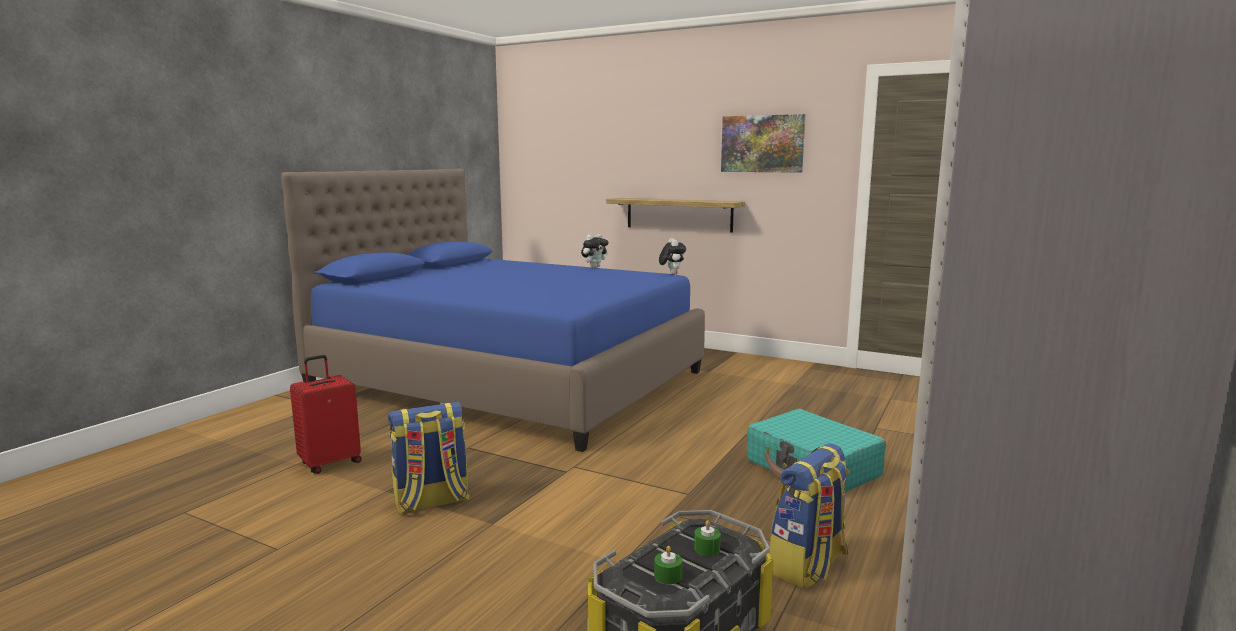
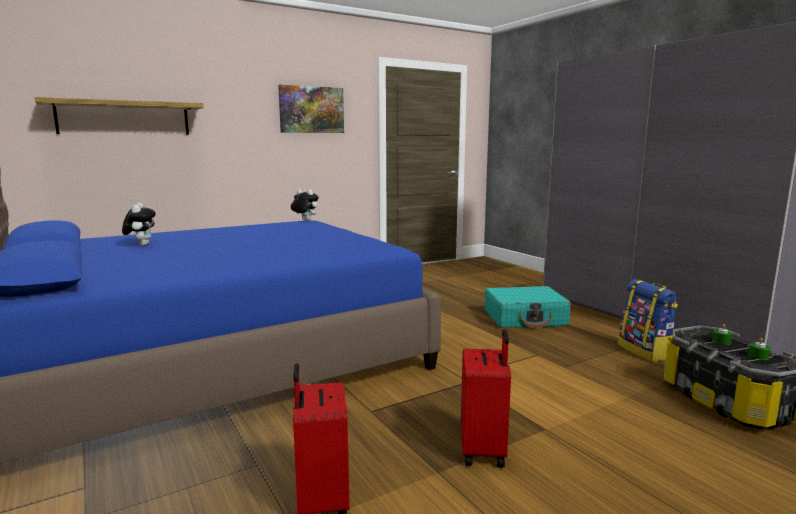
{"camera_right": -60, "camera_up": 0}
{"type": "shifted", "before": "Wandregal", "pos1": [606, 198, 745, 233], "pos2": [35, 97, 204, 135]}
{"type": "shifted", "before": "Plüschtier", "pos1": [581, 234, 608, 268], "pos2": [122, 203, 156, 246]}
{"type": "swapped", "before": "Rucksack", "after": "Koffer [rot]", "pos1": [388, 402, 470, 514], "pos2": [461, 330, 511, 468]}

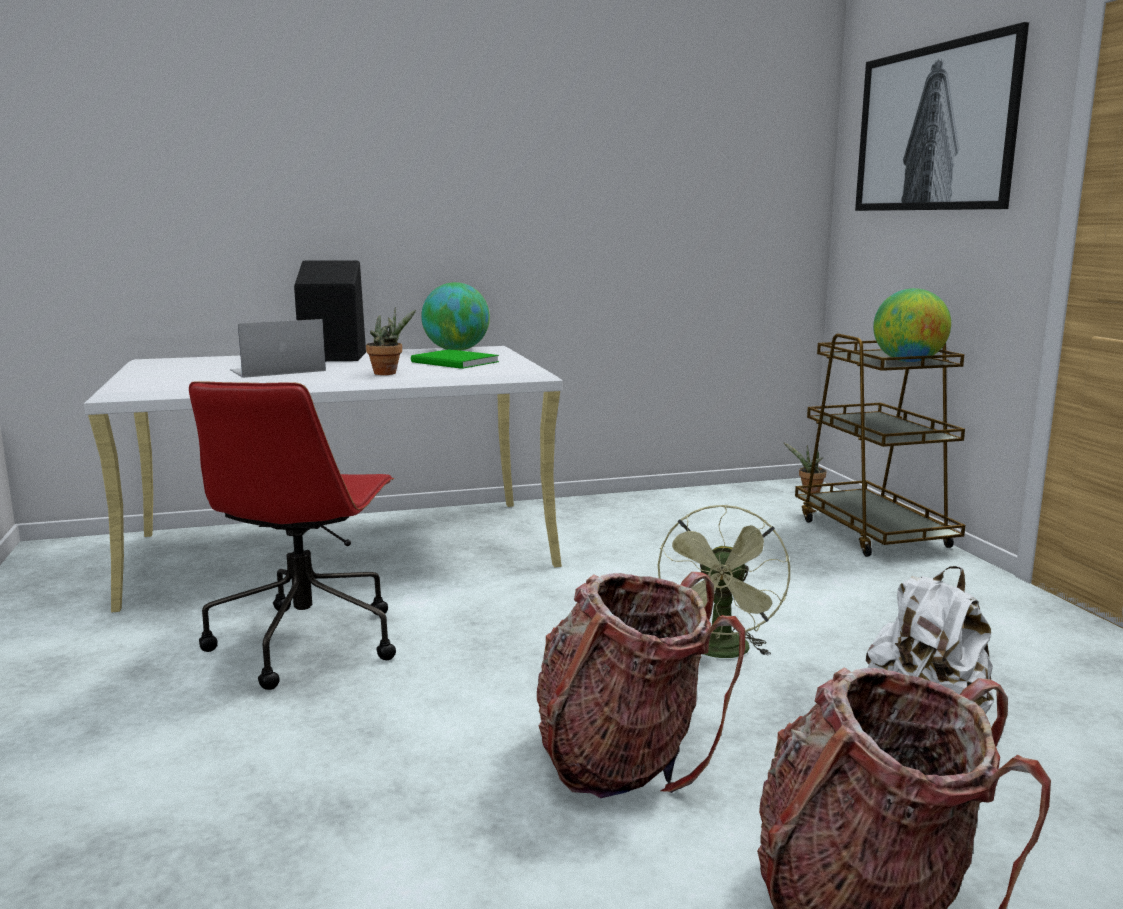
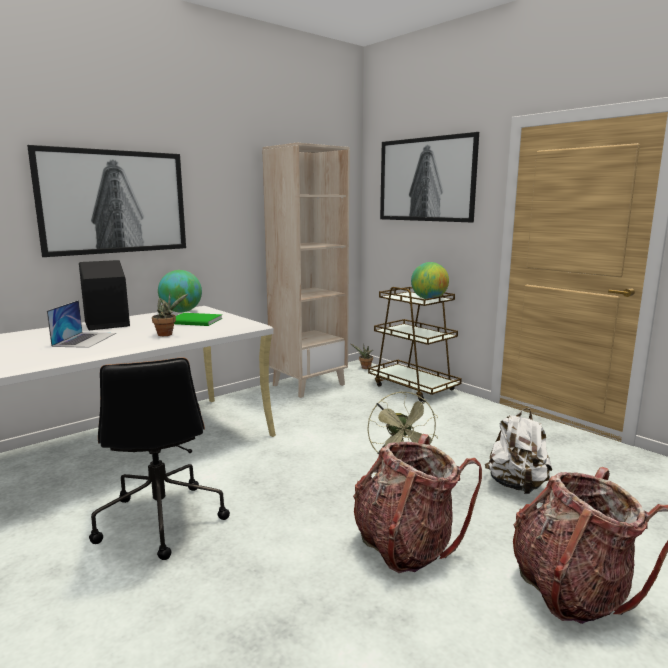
{"camera_right": -25, "camera_up": 0}
{"type": "rotated", "before": "Laptop", "pos1": [230, 319, 326, 378], "pos2": [47, 300, 116, 348], "turn": 150}
{"type": "repainted", "before": "Bürostuhl [rot]", "after": "Bürostuhl [schwarz]", "pos1": [189, 381, 396, 690], "pos2": [89, 357, 230, 560]}
{"type": "new", "after": "Bücherregal [beige]", "pos2": [262, 143, 350, 398]}
{"type": "new", "after": "Bild", "pos2": [27, 145, 186, 257]}

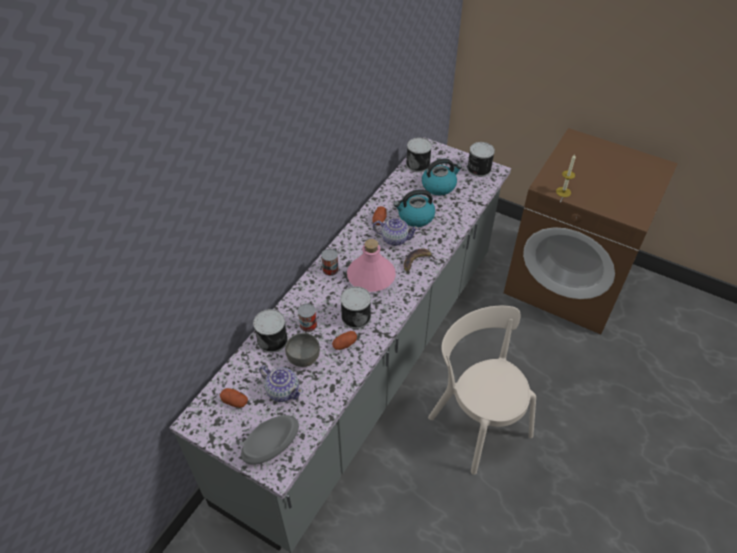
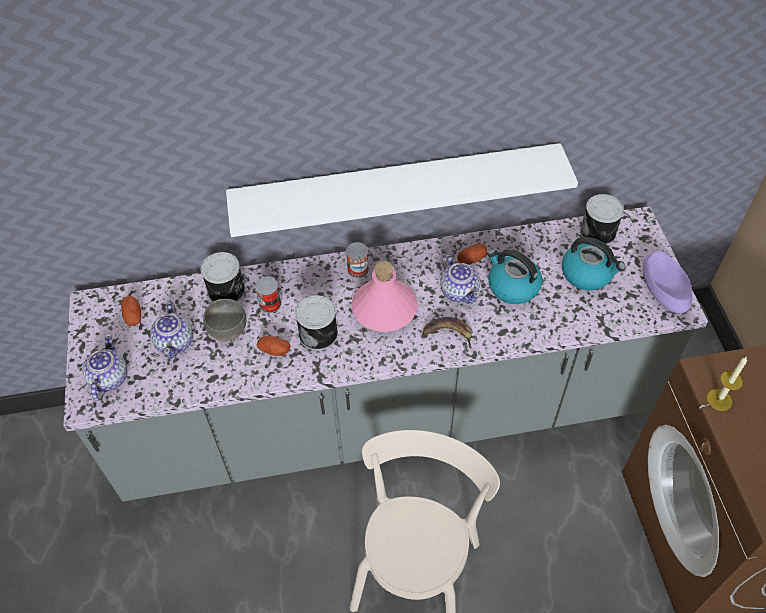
{"camera_right": 50, "camera_up": 5}
{"type": "swapped", "before": "Dose", "after": "Schüssel [lila]", "pos1": [467, 142, 495, 177], "pos2": [643, 251, 692, 314]}
{"type": "swapped", "before": "Schüssel [grau]", "after": "Teekanne", "pos1": [241, 415, 299, 465], "pos2": [82, 333, 127, 401]}
{"type": "new", "after": "Wandregal [weiß]", "pos2": [226, 143, 578, 237]}

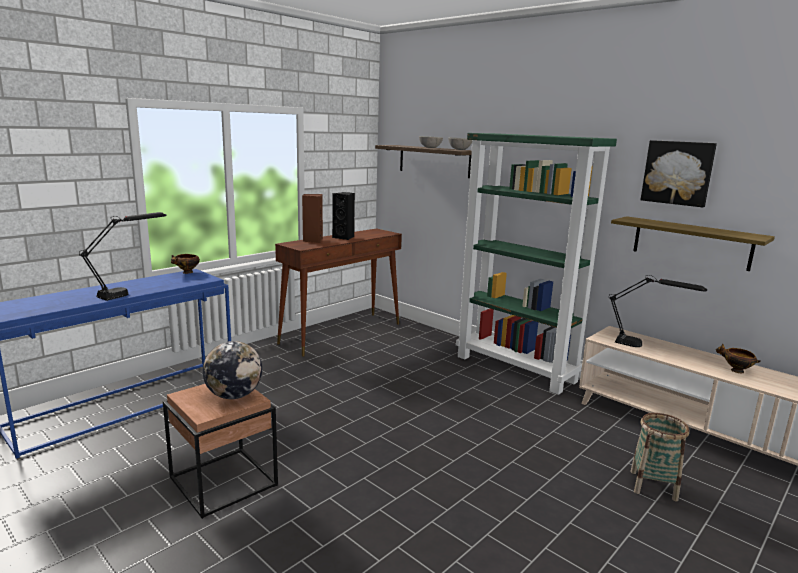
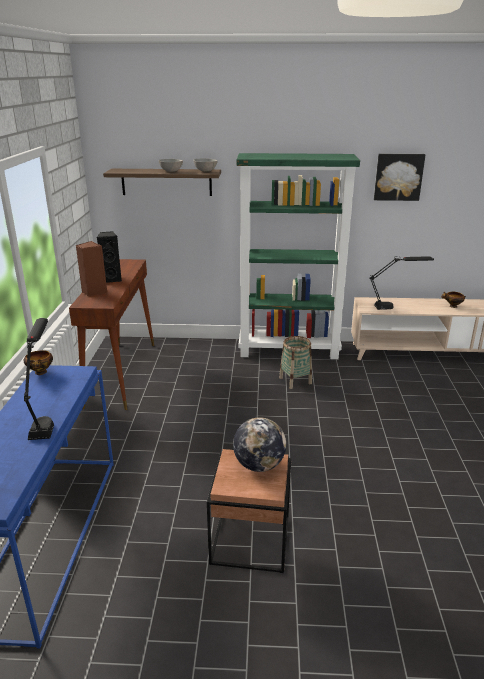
{"camera_right": -40, "camera_up": 10}
{"type": "gone", "before": "Wandregal", "pos1": [611, 216, 775, 271]}
{"type": "shifted", "before": "Korb", "pos1": [630, 413, 689, 501], "pos2": [279, 336, 312, 389]}

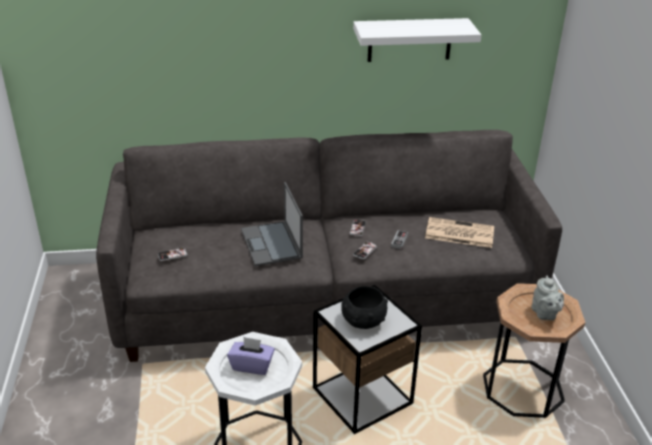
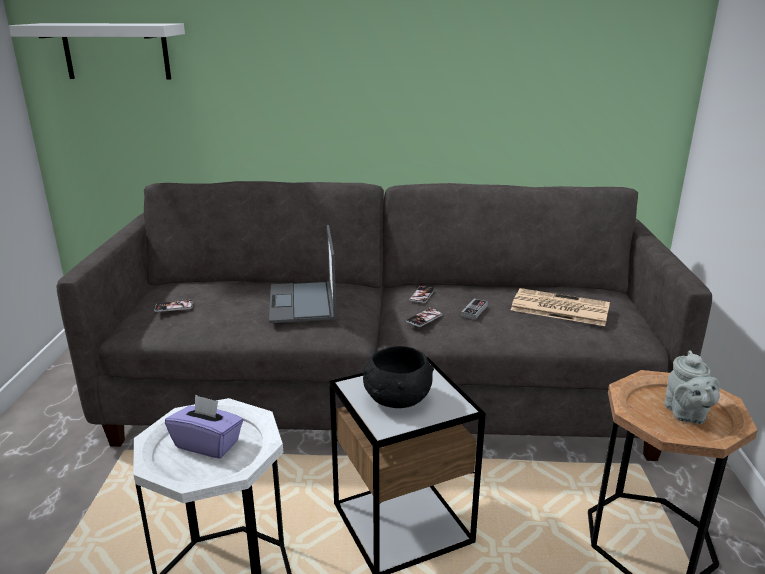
{"camera_right": 10, "camera_up": -10}
{"type": "shifted", "before": "Wandregal [weiß]", "pos1": [353, 18, 481, 62], "pos2": [9, 23, 185, 79]}

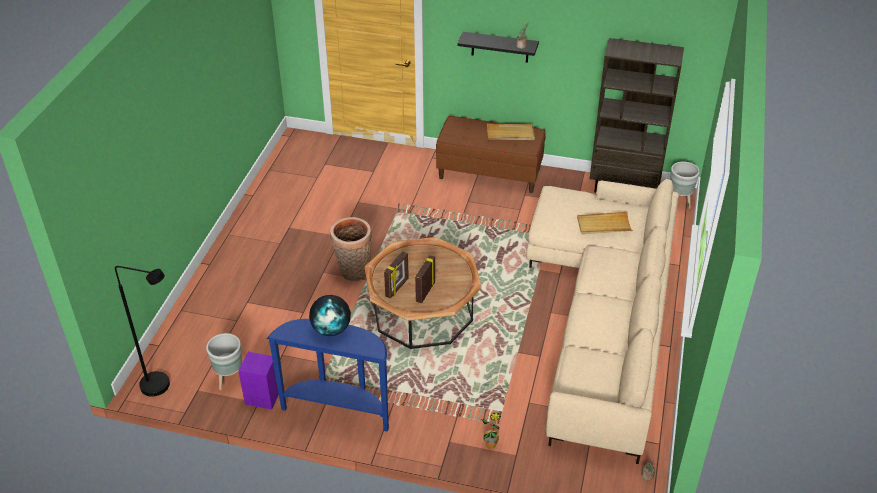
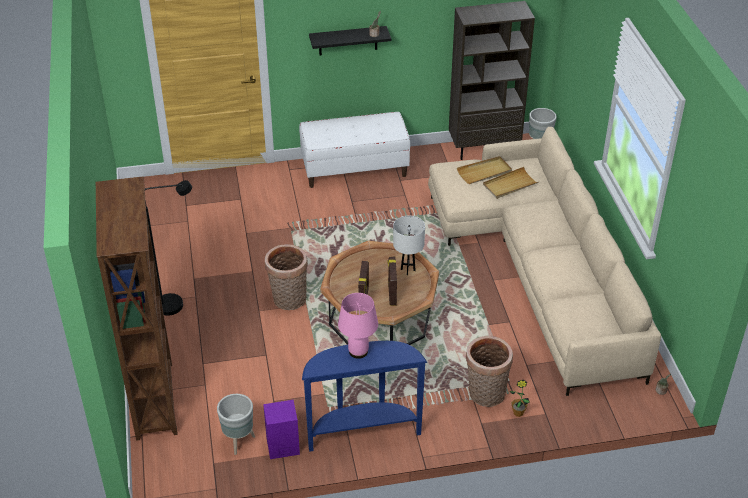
{"camera_right": -25, "camera_up": 0}
{"type": "repainted", "before": "Bank [braun]", "after": "Bank [weiß]", "pos1": [436, 116, 546, 193], "pos2": [299, 112, 410, 188]}
{"type": "shifted", "before": "Tablett [beige]", "pos1": [487, 123, 535, 140], "pos2": [457, 156, 512, 184]}
{"type": "shifted", "before": "Stehlampe [schwarz]", "pos1": [115, 266, 170, 397], "pos2": [145, 180, 192, 316]}
{"type": "swapped", "before": "Globus", "after": "Tischlampe [rosa]", "pos1": [309, 295, 351, 336], "pos2": [338, 293, 378, 359]}
{"type": "new", "after": "Bücherregal [braun]", "pos2": [96, 176, 178, 441]}
{"type": "new", "after": "Tischlampe [weiß]", "pos2": [393, 216, 425, 275]}
{"type": "new", "after": "Korb", "pos2": [466, 336, 513, 407]}

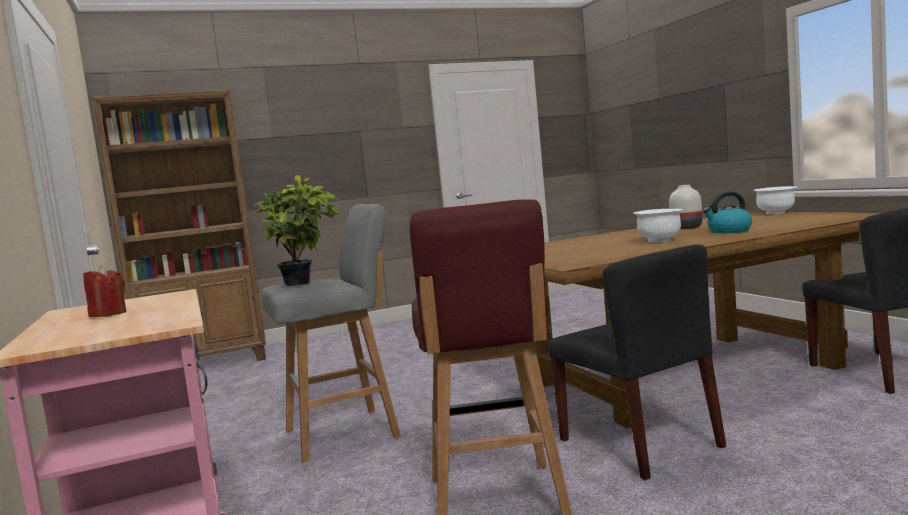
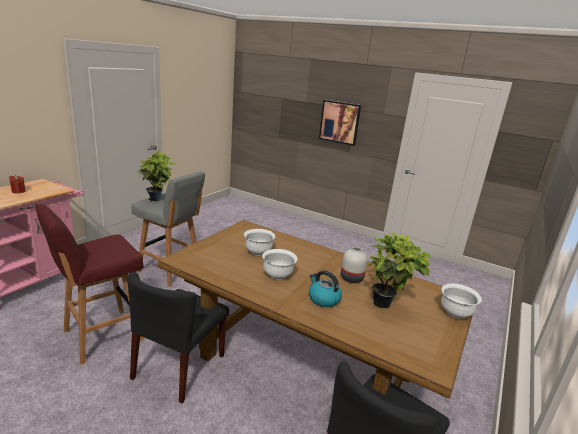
{"camera_right": 50, "camera_up": 15}
{"type": "gone", "before": "Bücherregal [braun]", "pos1": [91, 90, 266, 361]}
{"type": "new", "after": "Bild", "pos2": [319, 100, 361, 146]}
{"type": "new", "after": "Schüssel [weiß]", "pos2": [244, 229, 275, 256]}
{"type": "new", "after": "Topfpflanze", "pos2": [369, 232, 432, 308]}

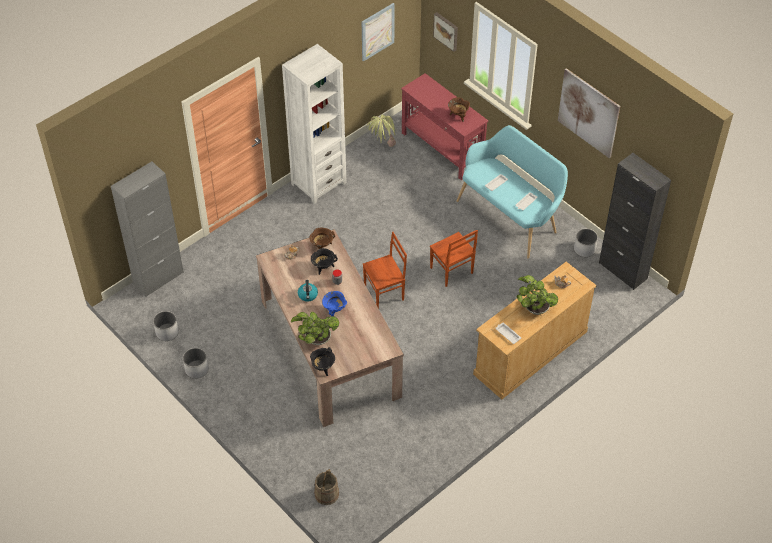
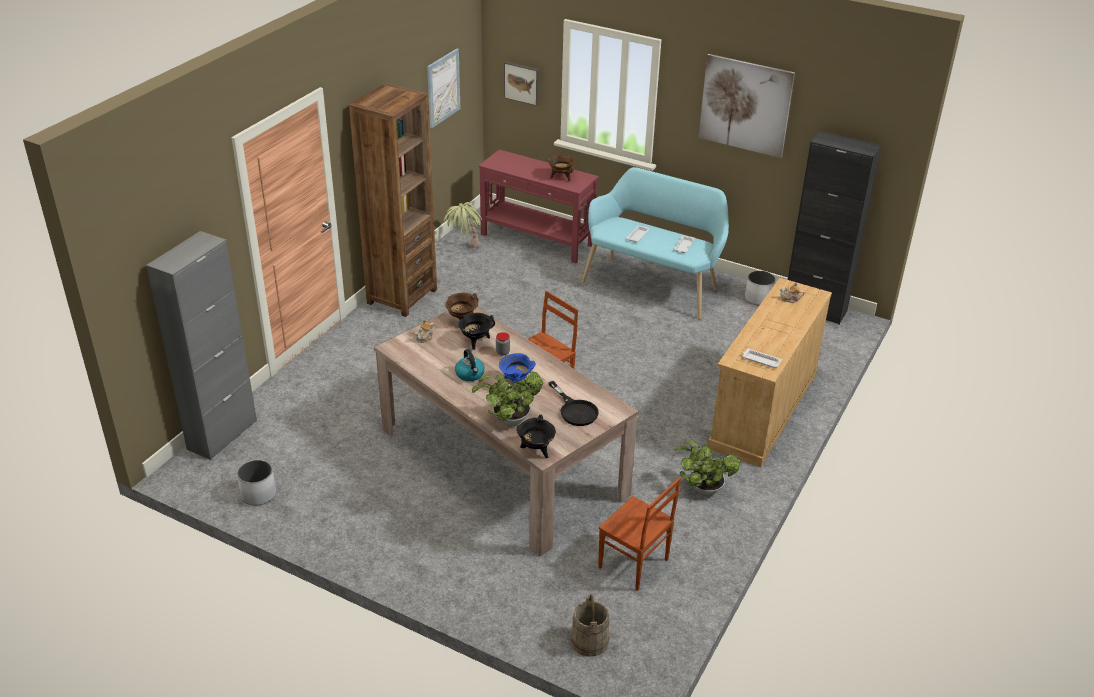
{"camera_right": -20, "camera_up": -15}
{"type": "repainted", "before": "Bücherregal [weiß]", "after": "Bücherregal [braun]", "pos1": [282, 44, 347, 204], "pos2": [349, 83, 437, 317]}
{"type": "shifted", "before": "Stuhl [braun]", "pos1": [430, 230, 478, 287], "pos2": [598, 477, 681, 591]}
{"type": "shifted", "before": "Topfpflanze", "pos1": [517, 275, 558, 315], "pos2": [674, 441, 740, 495]}
{"type": "gone", "before": "Pflanzkübel [weiß]", "pos1": [183, 348, 208, 379]}
{"type": "new", "after": "Pfanne [schwarz]", "pos2": [548, 381, 599, 426]}

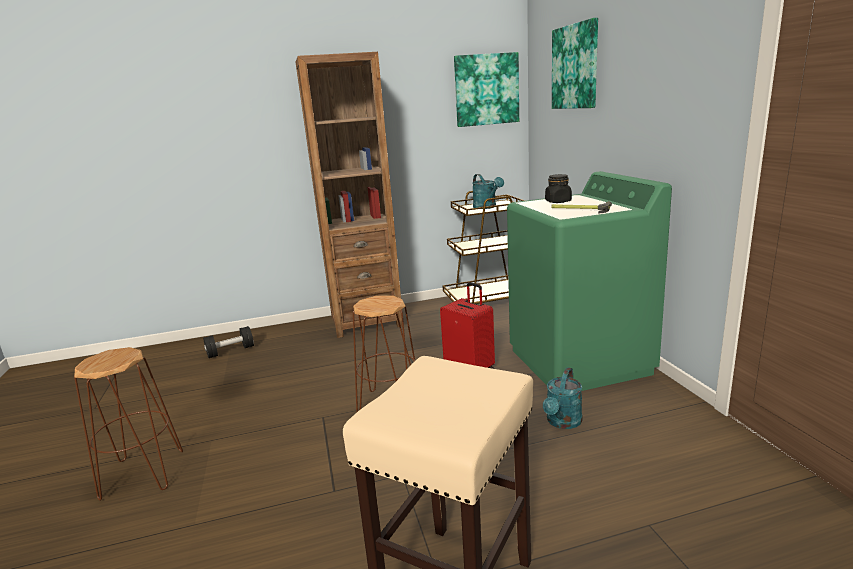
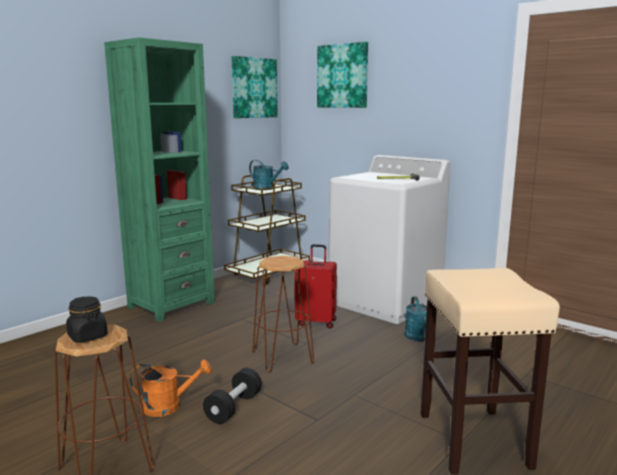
{"camera_right": -35, "camera_up": -5}
{"type": "repainted", "before": "Bücherregal [braun]", "after": "Bücherregal [grün]", "pos1": [296, 52, 402, 338], "pos2": [104, 37, 215, 322]}
{"type": "repainted", "before": "Waschmaschine [grün]", "after": "Waschmaschine [weiß]", "pos1": [507, 171, 672, 391], "pos2": [329, 155, 451, 324]}
{"type": "shifted", "before": "Vorratsglas [schwarz]", "pos1": [545, 174, 572, 203], "pos2": [66, 297, 108, 343]}
{"type": "shifted", "before": "Hantel [schwarz]", "pos1": [203, 326, 254, 358], "pos2": [203, 368, 262, 424]}
{"type": "new", "after": "Gießkanne [orange]", "pos2": [130, 359, 212, 417]}

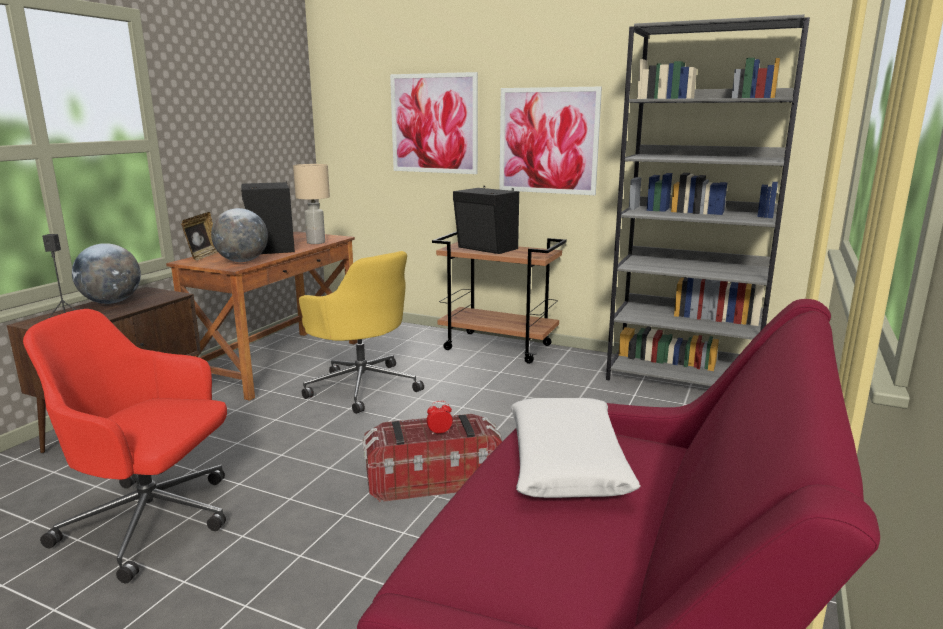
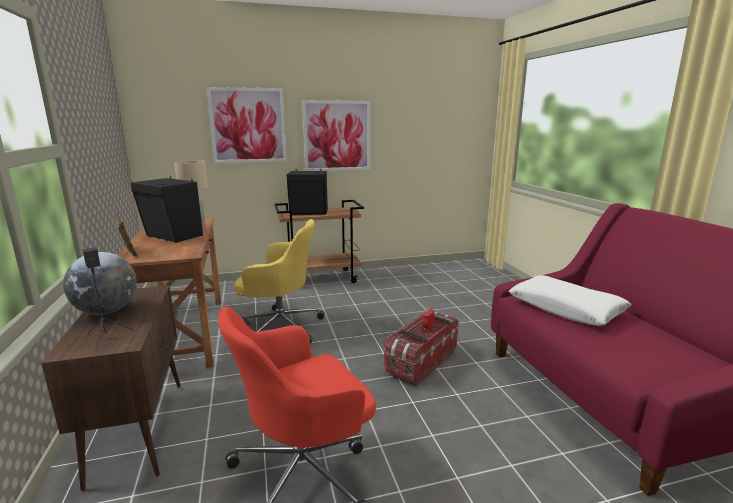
{"camera_right": -40, "camera_up": 0}
{"type": "gone", "before": "Bücherregal [grau]", "pos1": [606, 15, 810, 386]}
{"type": "gone", "before": "Globus", "pos1": [211, 208, 268, 262]}

